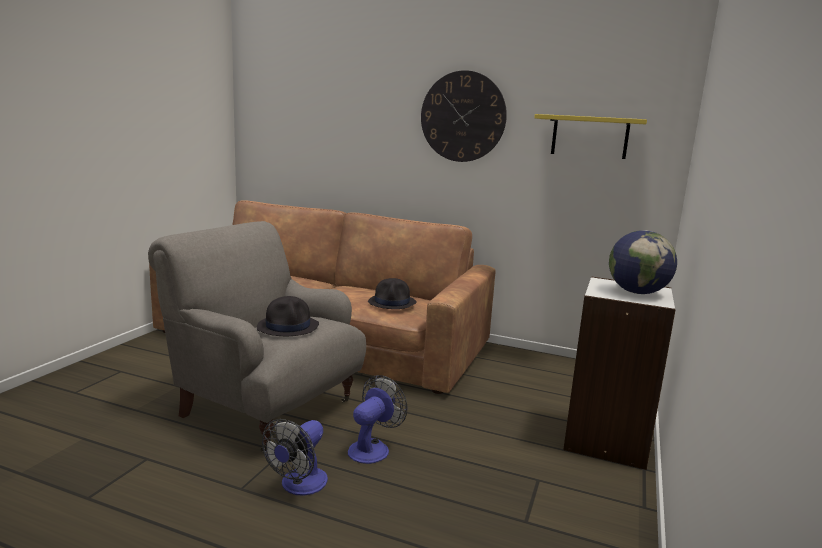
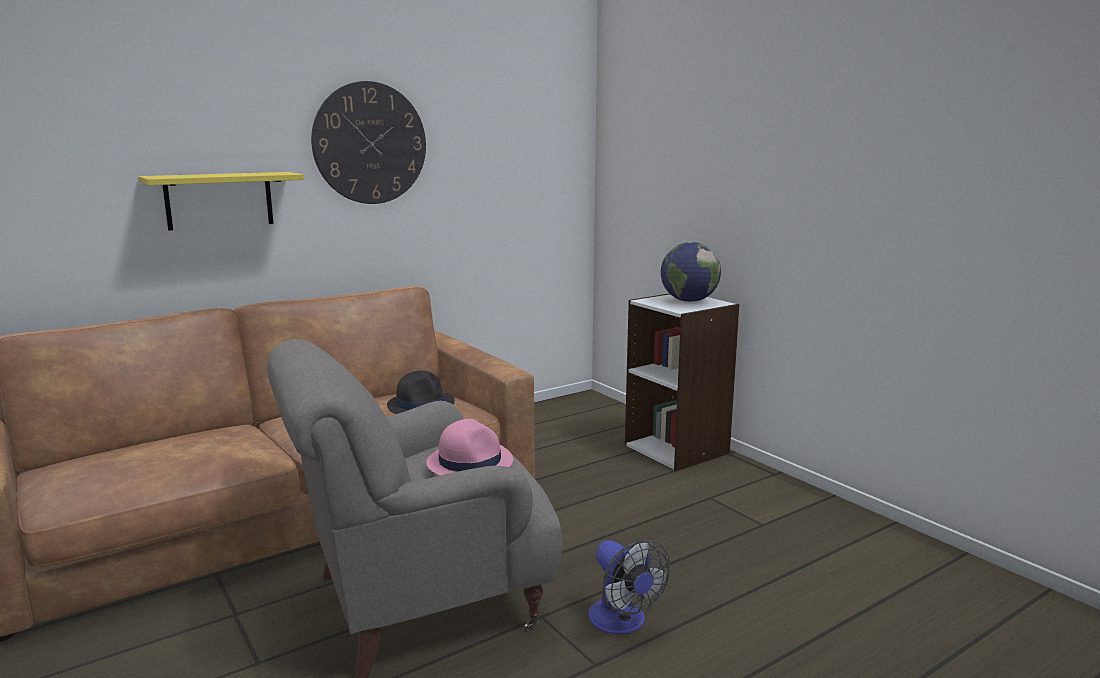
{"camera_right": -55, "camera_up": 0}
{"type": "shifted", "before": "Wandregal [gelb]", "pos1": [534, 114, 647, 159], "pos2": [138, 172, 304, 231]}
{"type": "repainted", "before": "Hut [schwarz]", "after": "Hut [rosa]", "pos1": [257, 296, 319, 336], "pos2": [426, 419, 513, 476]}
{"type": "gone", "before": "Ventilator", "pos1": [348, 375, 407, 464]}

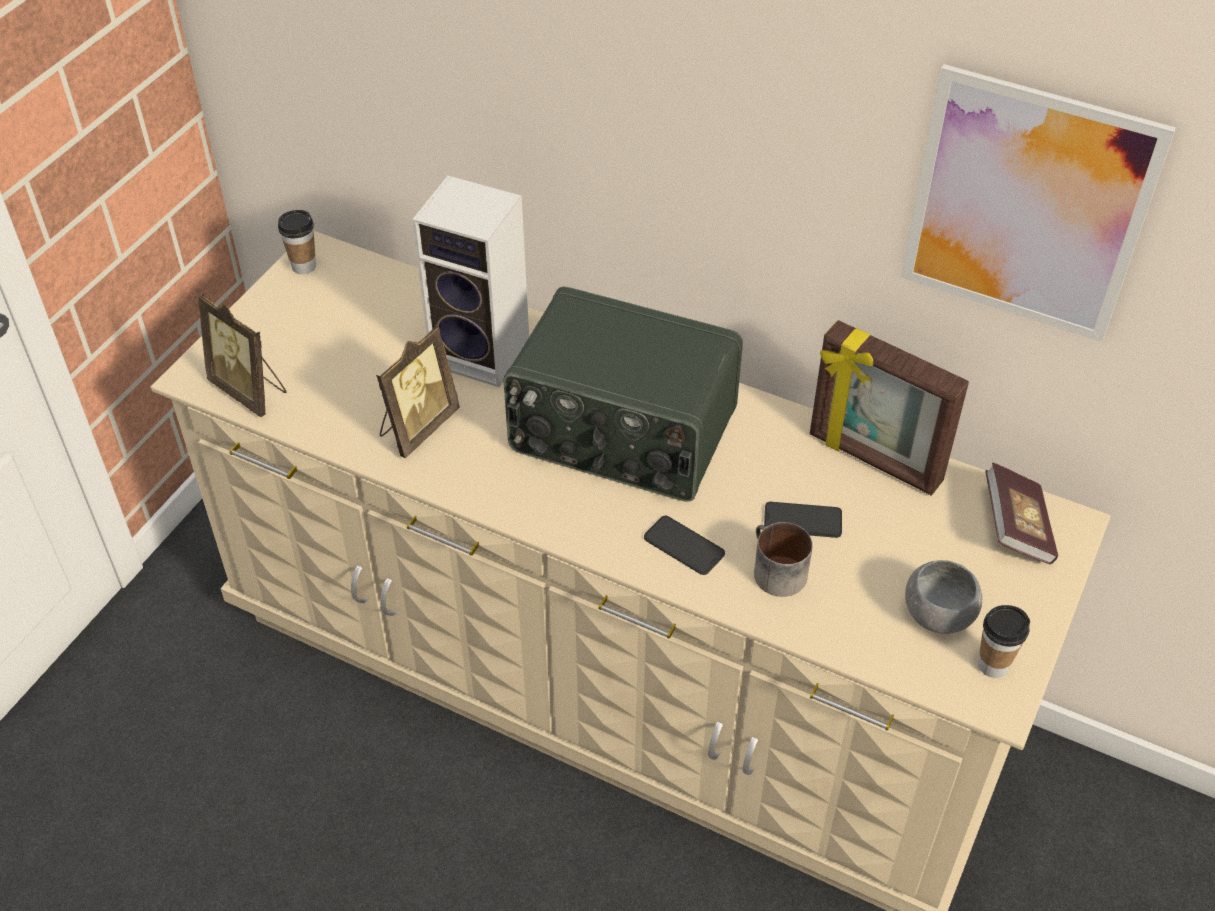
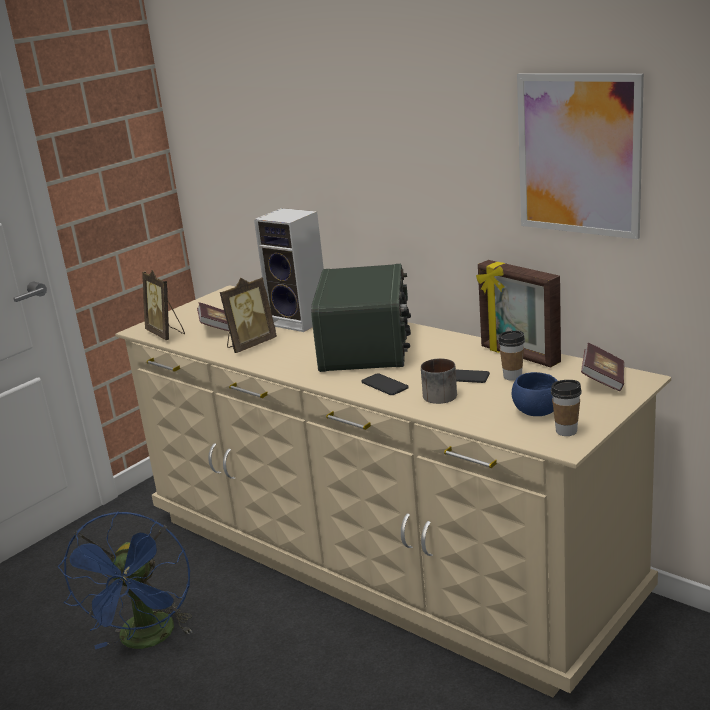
{"camera_right": 15, "camera_up": -25}
{"type": "shifted", "before": "Tasse", "pos1": [278, 210, 316, 274], "pos2": [498, 331, 525, 381]}
{"type": "rotated", "before": "Radio", "pos1": [504, 287, 743, 502], "pos2": [311, 264, 411, 372], "turn": -120}
{"type": "repainted", "before": "Schüssel [grau]", "after": "Schüssel [blau]", "pos1": [905, 560, 982, 634], "pos2": [512, 372, 558, 416]}
{"type": "new", "after": "Buch", "pos2": [197, 302, 229, 331]}
{"type": "new", "after": "Ventilator [blau]", "pos2": [58, 511, 193, 649]}

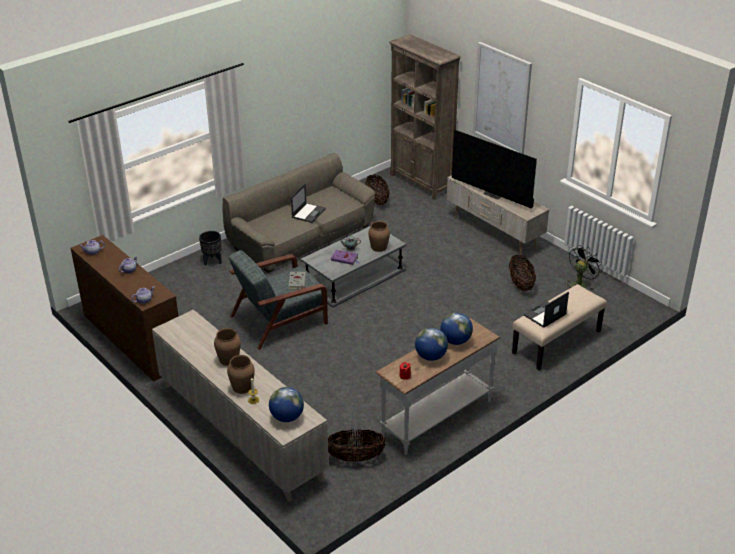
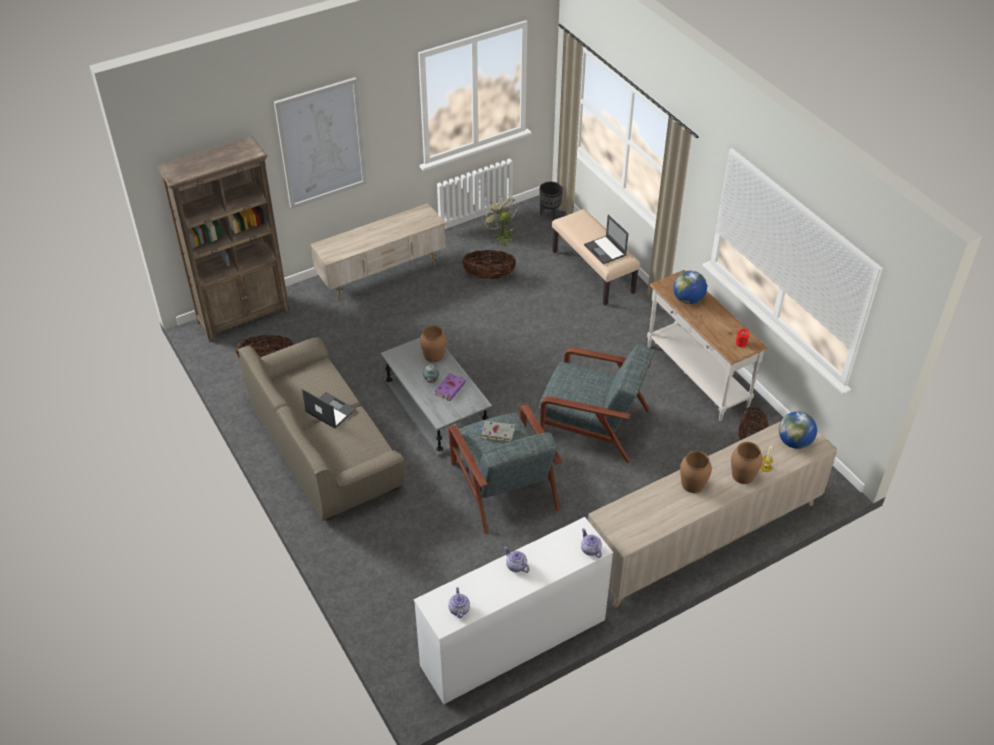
{"camera_right": -80, "camera_up": 10}
{"type": "gone", "before": "Fernseher", "pos1": [452, 129, 537, 209]}
{"type": "shifted", "before": "Pflanzkübel [schwarz]", "pos1": [199, 231, 222, 266], "pos2": [539, 182, 563, 220]}
{"type": "repainted", "before": "Kommode [braun]", "after": "Kommode [weiß]", "pos1": [70, 235, 178, 382], "pos2": [414, 517, 613, 704]}
{"type": "repainted", "before": "Ventilator [schwarz]", "after": "Ventilator [grün]", "pos1": [565, 247, 602, 290], "pos2": [482, 194, 518, 247]}
{"type": "gone", "before": "Globus", "pos1": [415, 328, 448, 361]}
{"type": "new", "after": "Sessel [grau]", "pos2": [539, 343, 654, 463]}

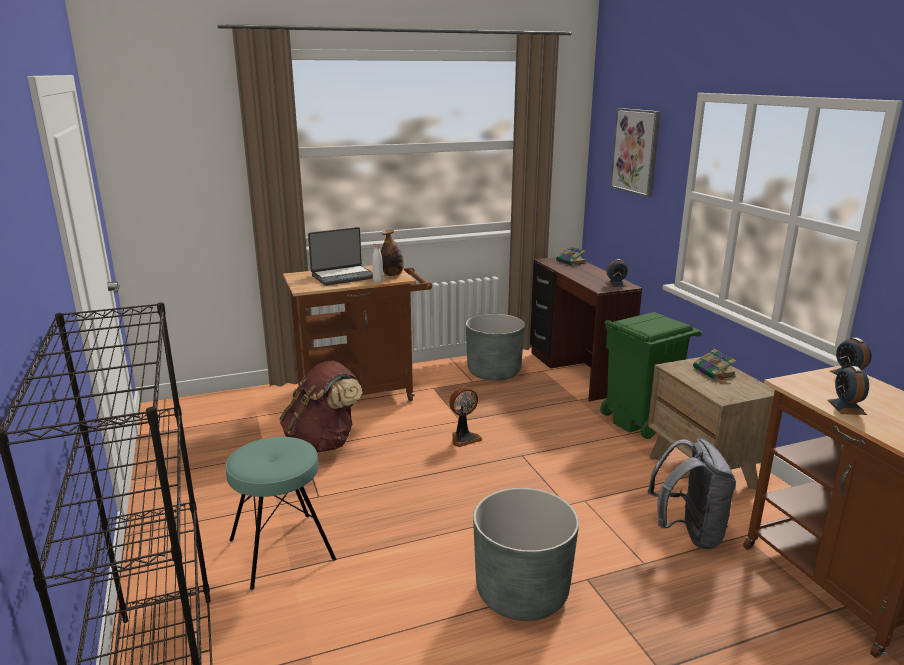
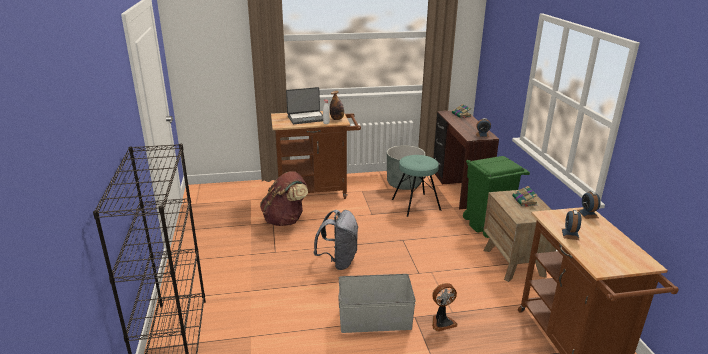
{"camera_right": 10, "camera_up": 5}
{"type": "gone", "before": "Bild", "pos1": [610, 108, 661, 197]}
{"type": "shifted", "before": "Ventilator", "pos1": [449, 386, 482, 447], "pos2": [432, 283, 457, 332]}
{"type": "shifted", "before": "Hocker [türkis]", "pos1": [225, 437, 336, 590], "pos2": [392, 155, 441, 217]}
{"type": "shifted", "before": "Rucksack [grau]", "pos1": [648, 438, 736, 550], "pos2": [313, 210, 358, 270]}
{"type": "swapped", "before": "Pflanzkübel [grau]", "after": "Aufbewahrungsbox [grau]", "pos1": [473, 488, 579, 621], "pos2": [338, 274, 416, 333]}

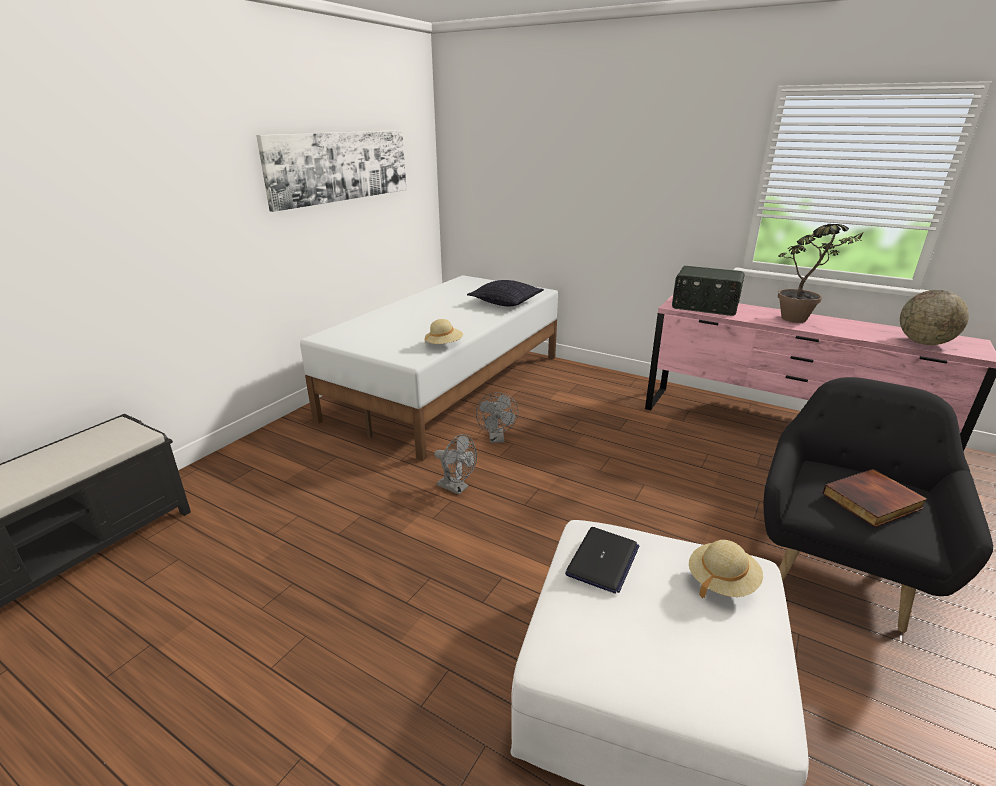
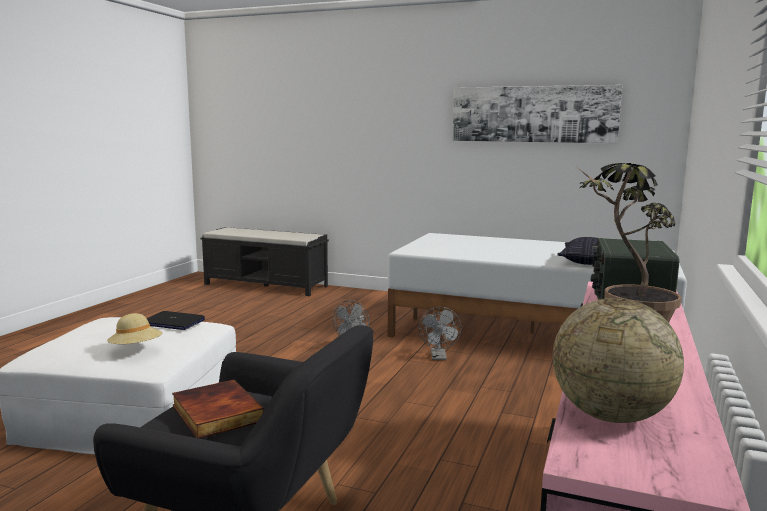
{"camera_right": 80, "camera_up": -15}
{"type": "gone", "before": "Hut [beige]", "pos1": [425, 319, 463, 344]}
{"type": "rotated", "before": "Ventilator [grau]", "pos1": [476, 392, 519, 443], "pos2": [419, 307, 461, 360], "turn": -75}

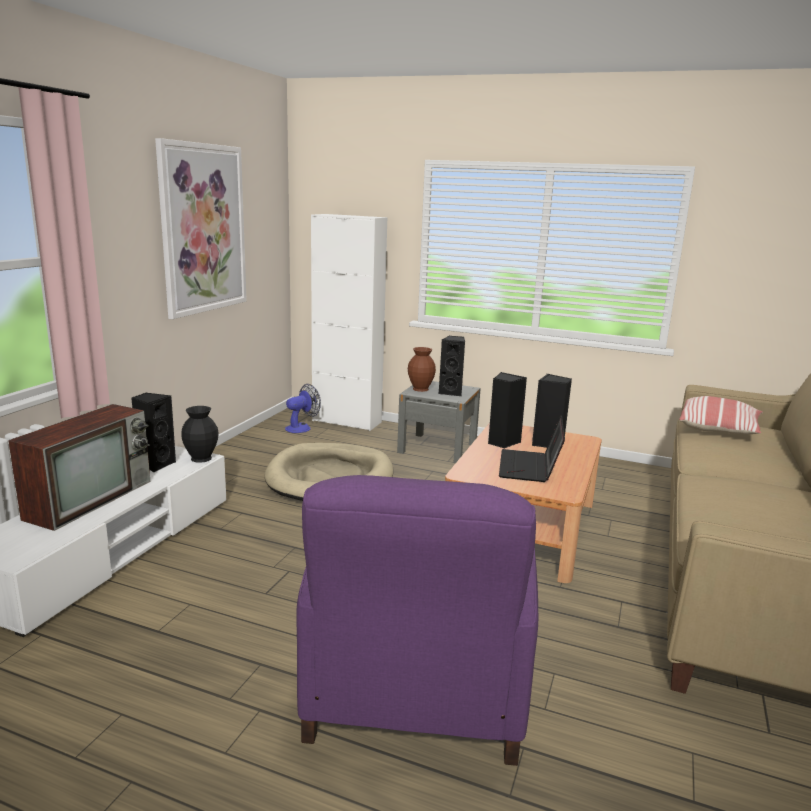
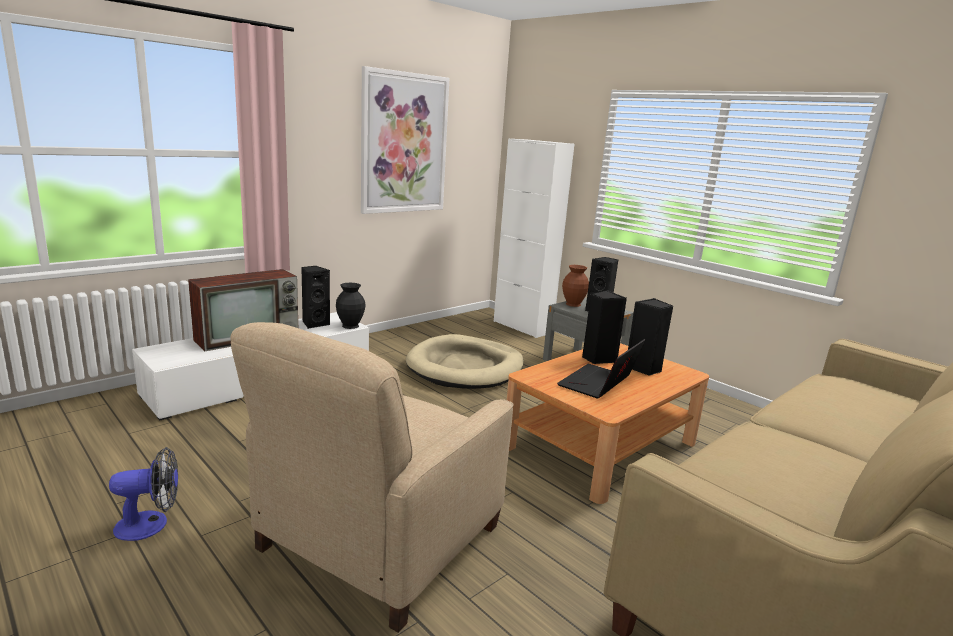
{"camera_right": 25, "camera_up": 0}
{"type": "shifted", "before": "Ventilator", "pos1": [285, 384, 321, 433], "pos2": [109, 447, 178, 541]}
{"type": "gone", "before": "Kissen", "pos1": [679, 396, 763, 434]}
{"type": "repainted", "before": "Sessel [lila]", "after": "Sessel [beige]", "pos1": [296, 475, 538, 766], "pos2": [230, 322, 514, 633]}

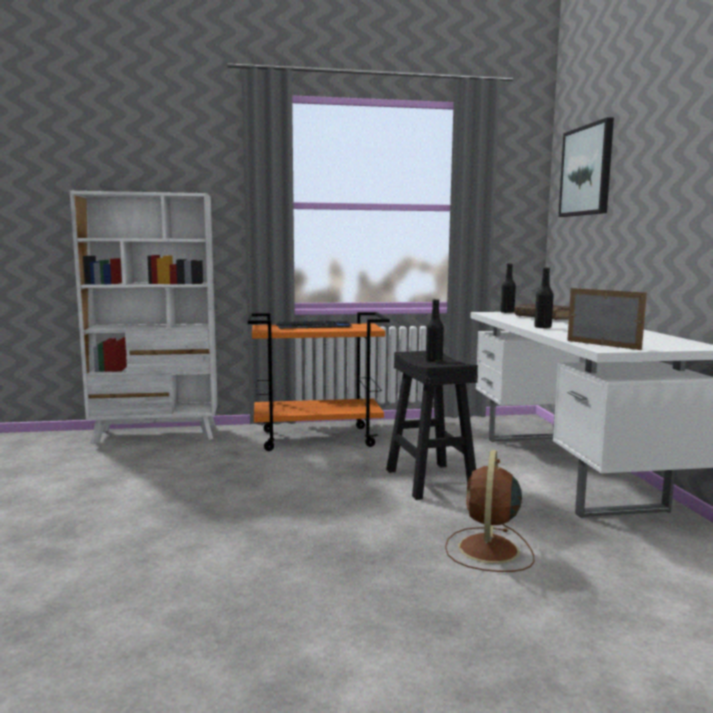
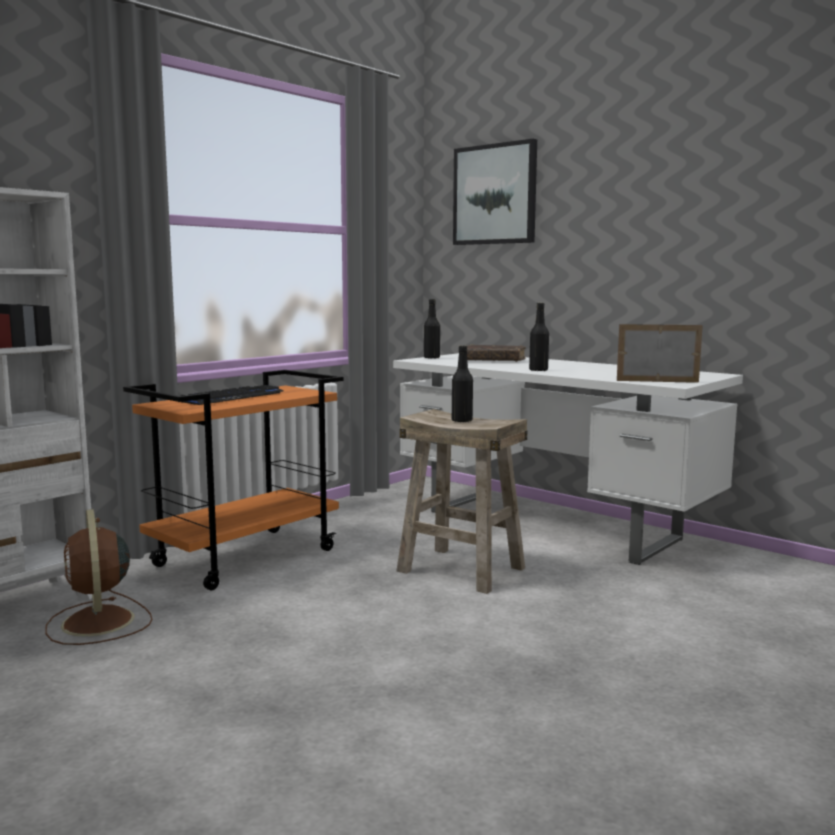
{"camera_right": -40, "camera_up": 0}
{"type": "repainted", "before": "Hocker [schwarz]", "after": "Hocker [beige]", "pos1": [386, 351, 478, 500], "pos2": [396, 409, 527, 594]}
{"type": "shifted", "before": "Ventilator [braun]", "pos1": [445, 450, 534, 572], "pos2": [45, 509, 152, 645]}

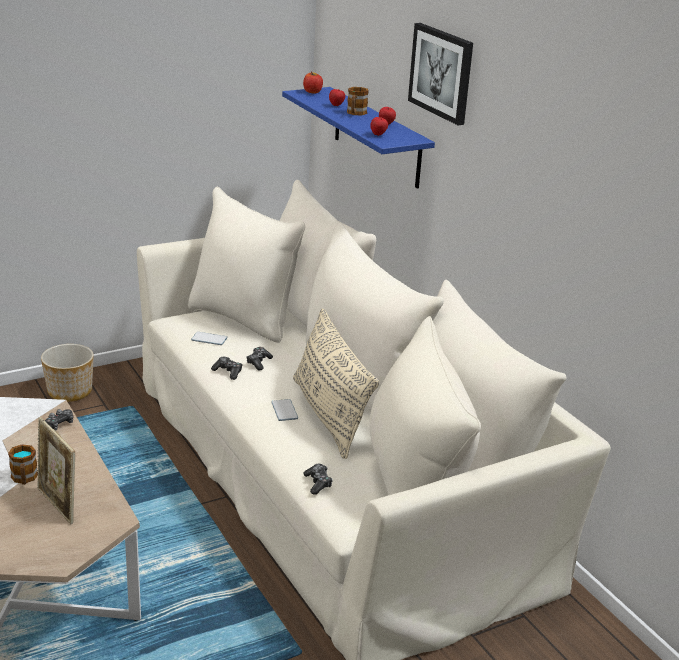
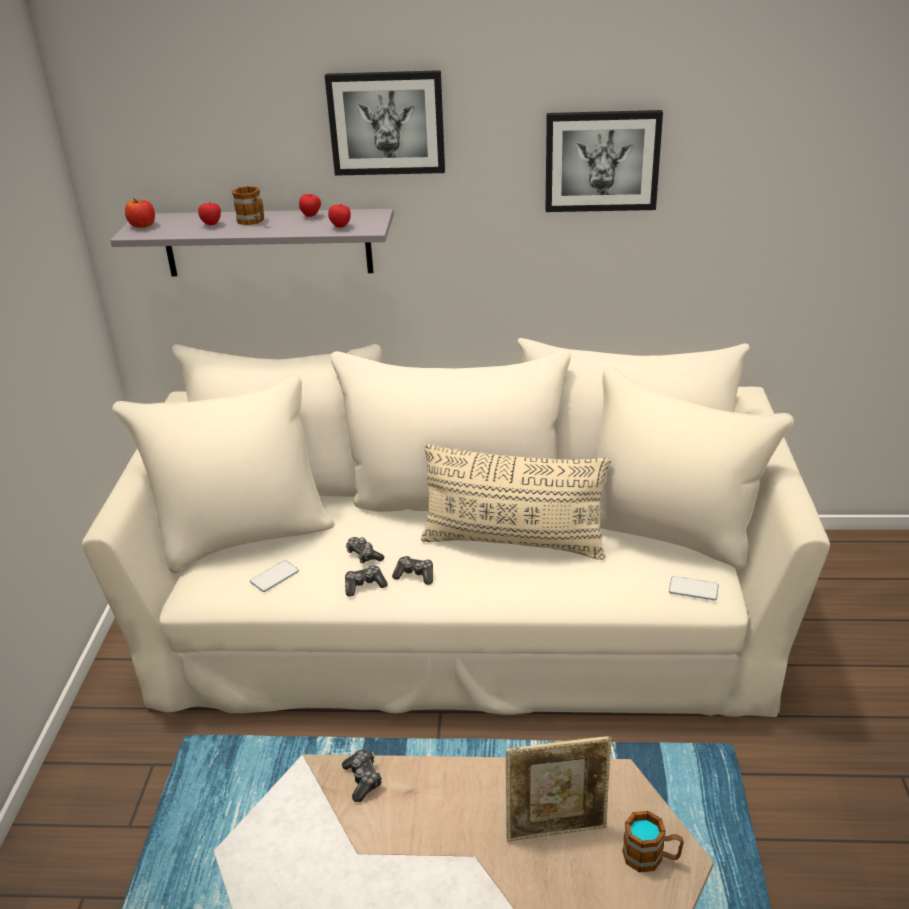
{"camera_right": -55, "camera_up": 5}
{"type": "repainted", "before": "Wandregal [blau]", "after": "Wandregal [grau]", "pos1": [282, 87, 435, 189], "pos2": [110, 209, 394, 276]}
{"type": "gone", "before": "Pflanzkübel", "pos1": [41, 344, 94, 402]}
{"type": "shifted", "before": "Handy", "pos1": [271, 399, 298, 421], "pos2": [669, 576, 719, 600]}
{"type": "shifted", "before": "Henkelbecher", "pos1": [8, 444, 38, 485], "pos2": [622, 811, 684, 873]}
{"type": "shifted", "before": "Gamepad", "pos1": [303, 464, 333, 495], "pos2": [392, 556, 433, 585]}
{"type": "new", "after": "Bild", "pos2": [546, 110, 663, 212]}

